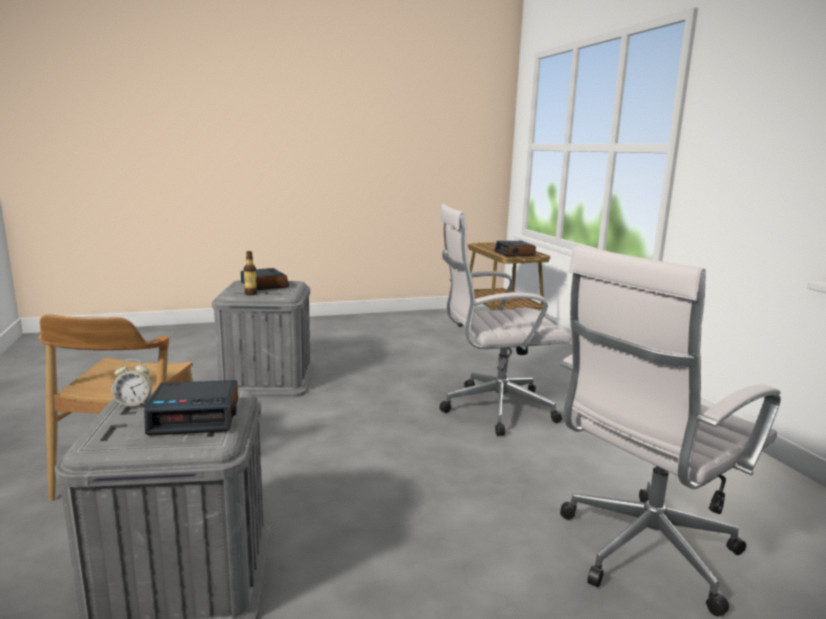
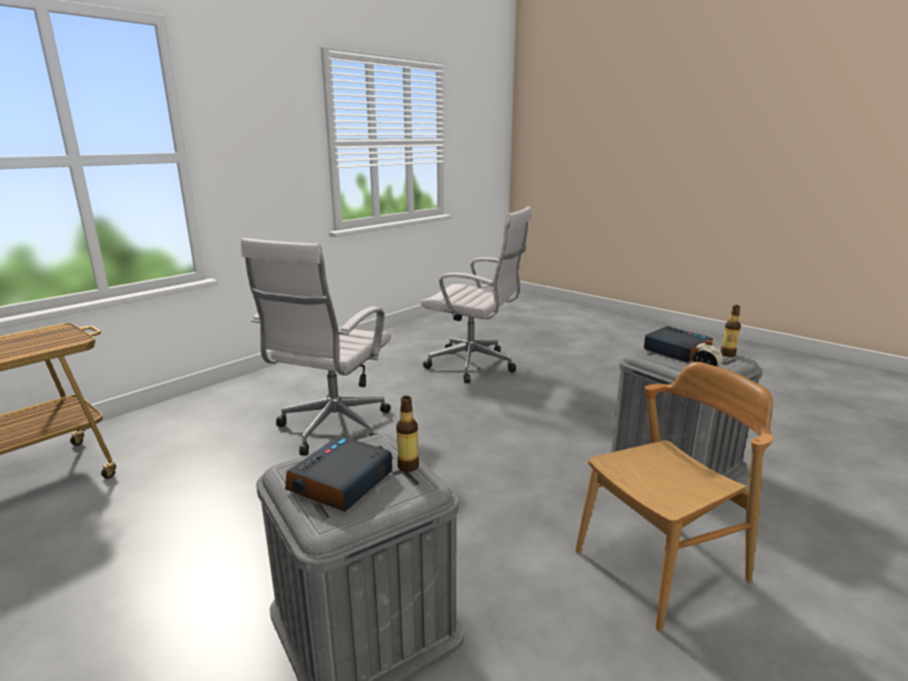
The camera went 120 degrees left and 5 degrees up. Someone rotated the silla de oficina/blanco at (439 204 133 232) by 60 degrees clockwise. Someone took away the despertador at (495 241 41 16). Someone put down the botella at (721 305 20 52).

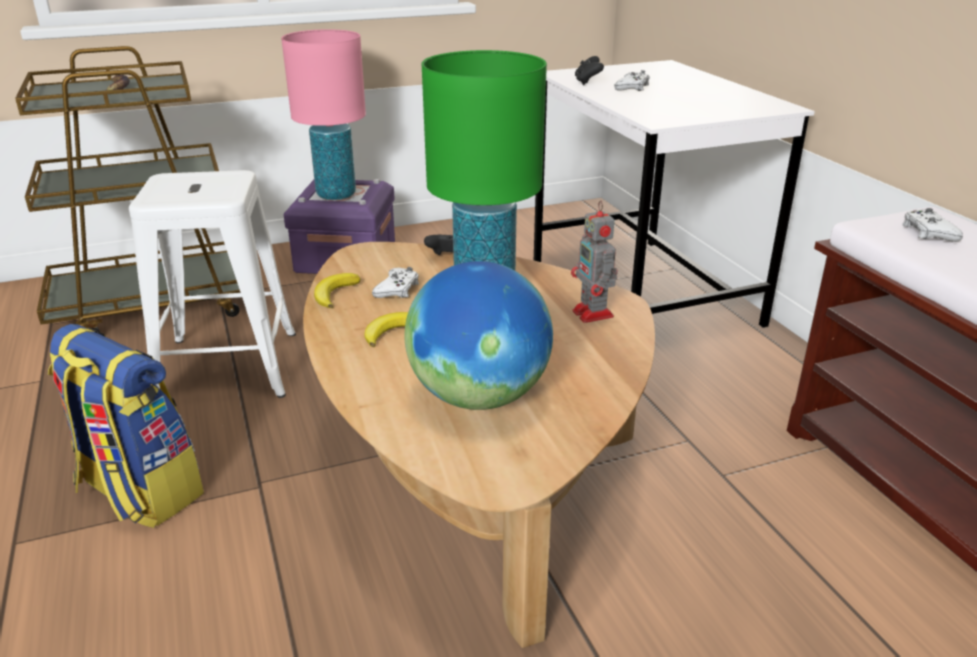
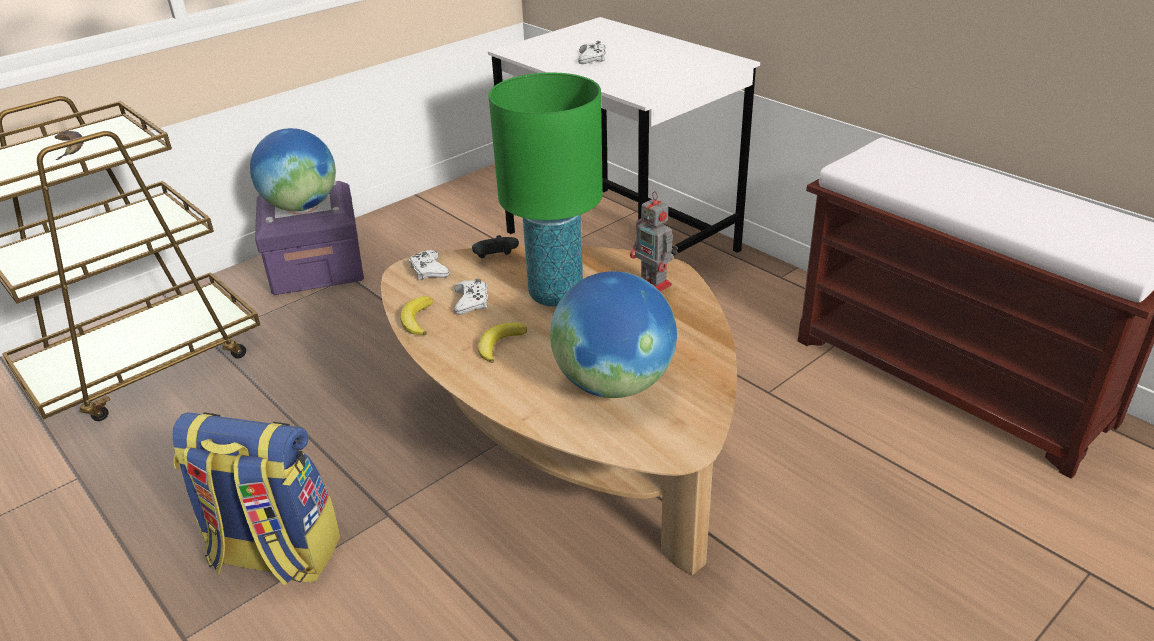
The camera went 20 degrees left and 5 degrees up. Someone swapped the lámpara de mesa/rosa at (281 29 85 171) for the globo terráqueo at (250 128 86 83). Someone took away the mando de consola/negro at (575 56 29 29). Someone took away the taburete/blanco at (129 170 167 228). Someone carried the mando de consola/blanco from (902 208 61 34) to (409 250 41 29).

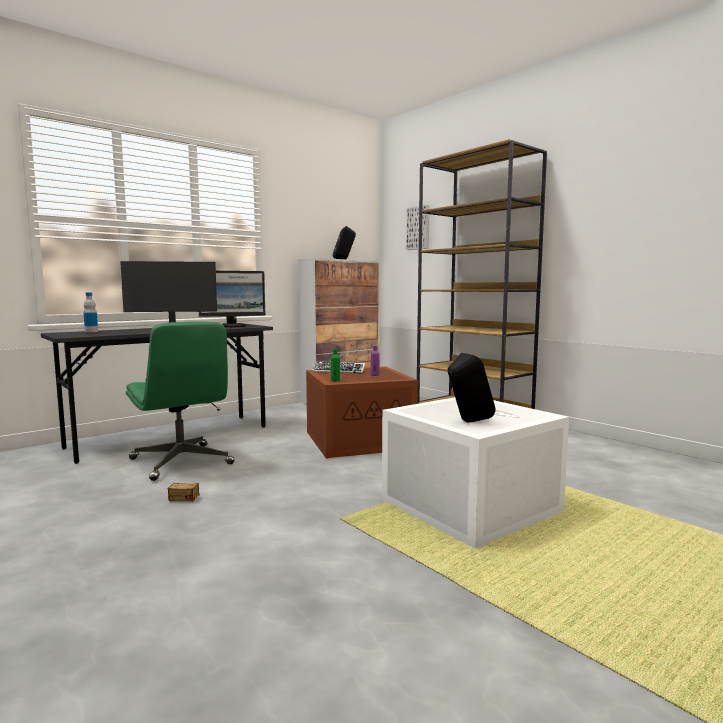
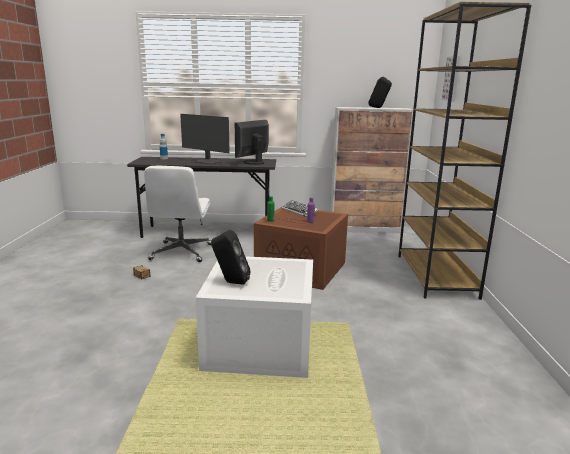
The camera went 40 degrees right and 10 degrees up. Someone rotated the monitor at (199 271 66 56) by 105 degrees clockwise. Someone repainted the silla de oficina/verde at (126 321 108 160), which became the silla de oficina/blanco at (144 166 68 96).

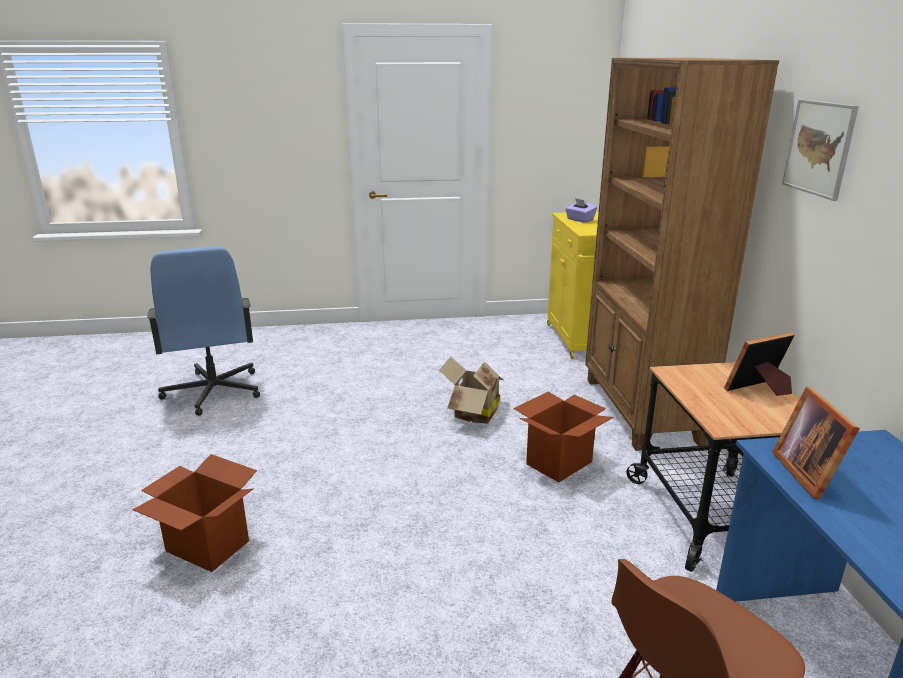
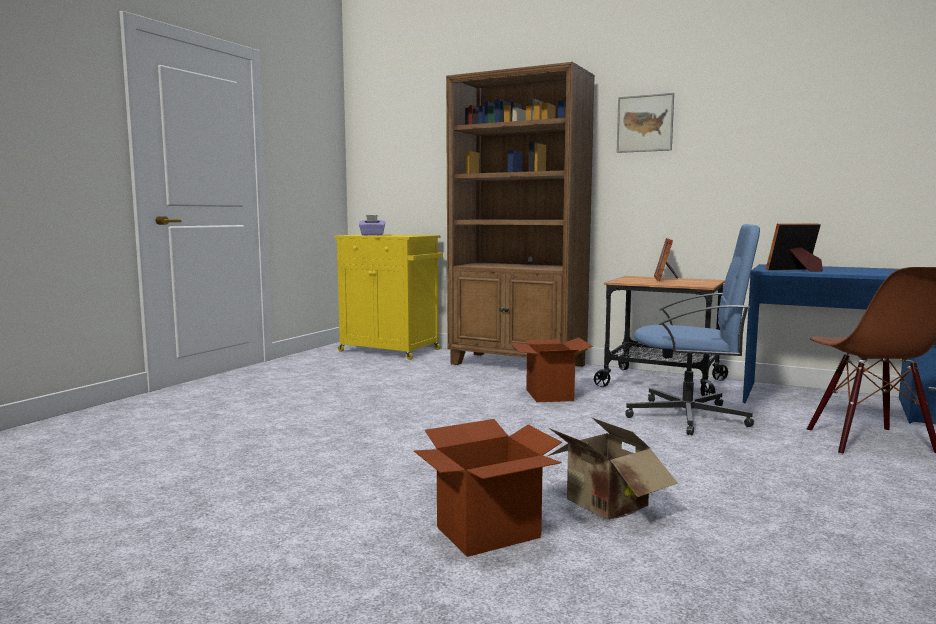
The camera went 55 degrees left and 15 degrees down. Someone carried the silla de oficina/azul from (147 247 113 169) to (626 224 134 211). Someone carried the caja de cartón from (439 357 64 67) to (548 417 130 103). Someone rotated the portarretratos at (772 386 88 113) by 135 degrees clockwise.

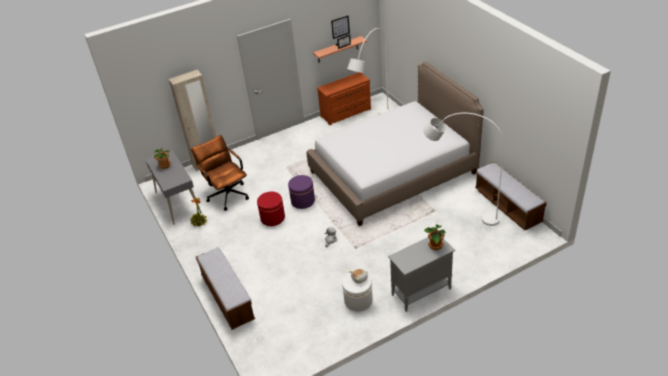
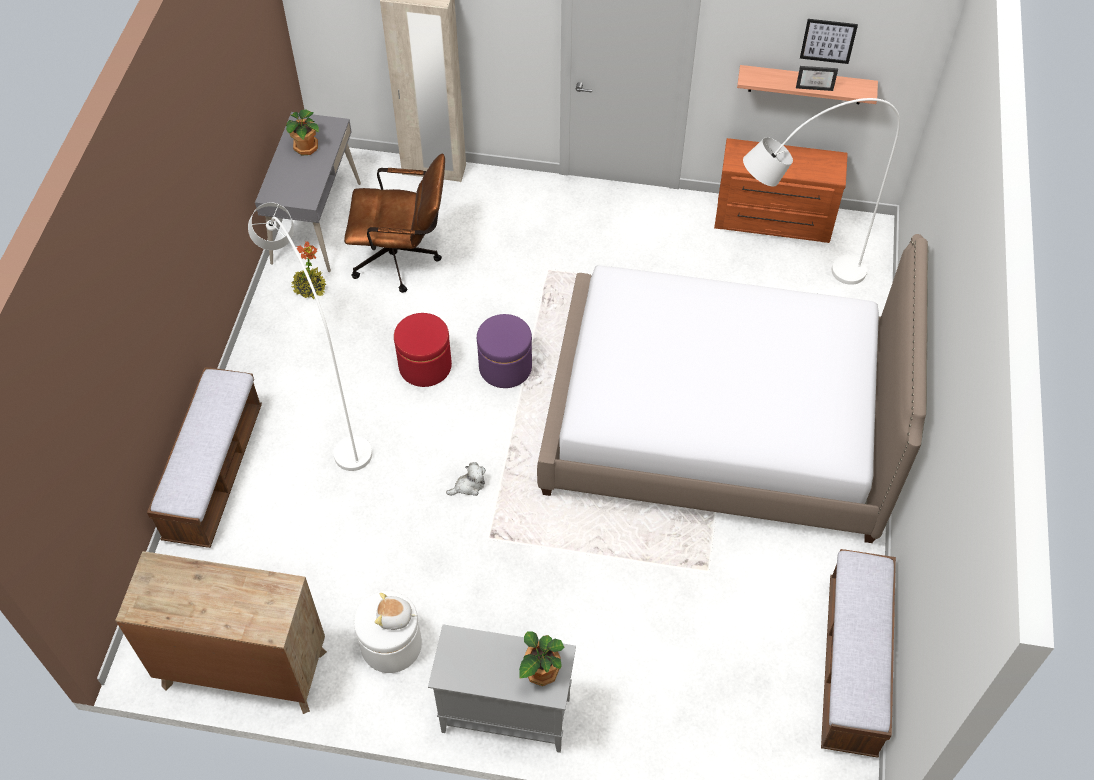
The camera went 35 degrees right and 15 degrees up. Someone carried the lámpara de pie/blanco from (423 113 81 113) to (248 202 124 269). Someone rotated the silla de oficina/marrón at (191 135 58 76) by 90 degrees clockwise. Someone put down the cómoda/marrón at (115 551 212 163).

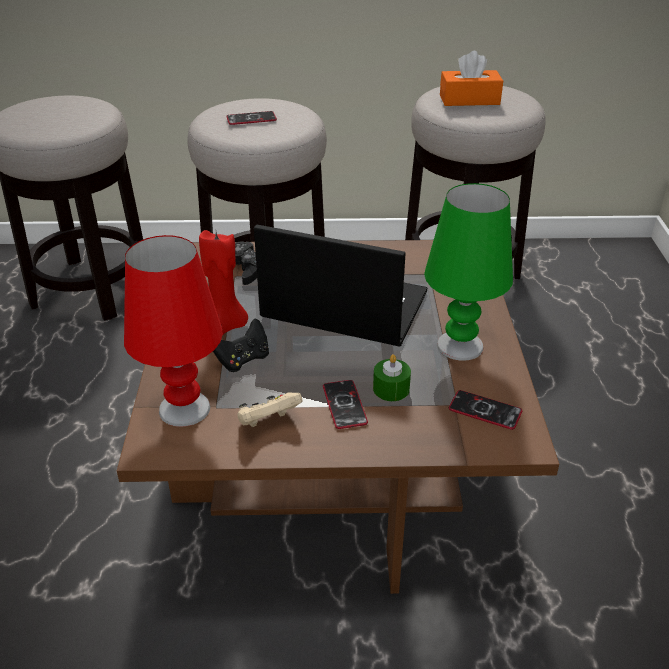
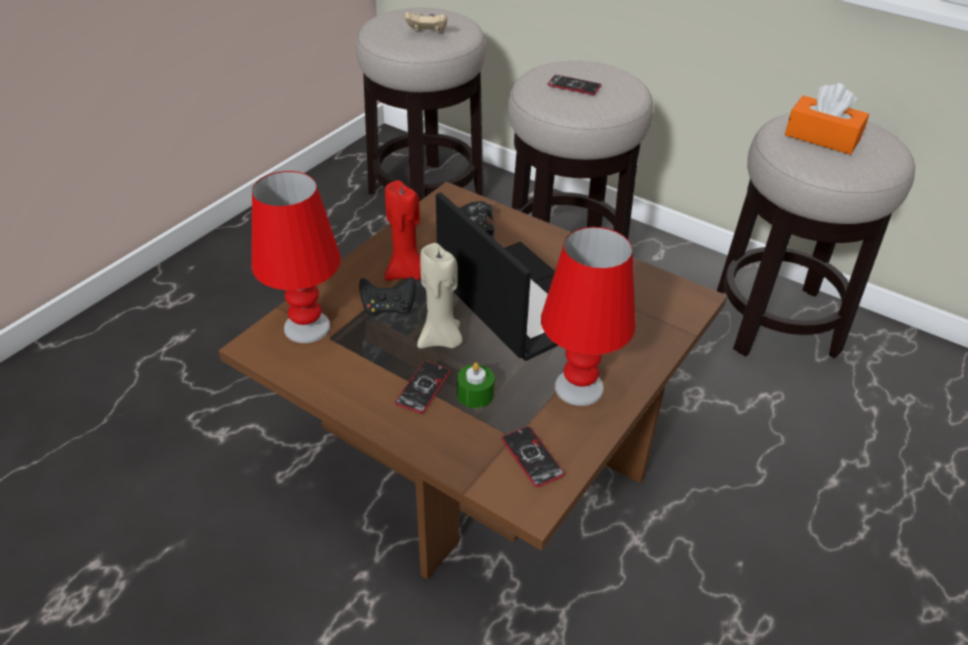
The camera went 35 degrees right and 5 degrees up. Someone repainted the lámpara de mesa/verde at (424 183 89 178), which became the lámpara de mesa/rojo at (541 227 95 179). Someone carried the mando de consola/beis from (238 393 65 34) to (404 12 43 21). Someone put down the vela/beis at (417 243 46 106).

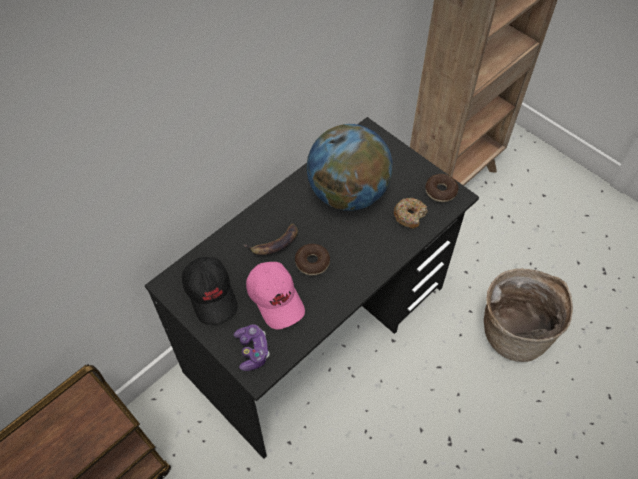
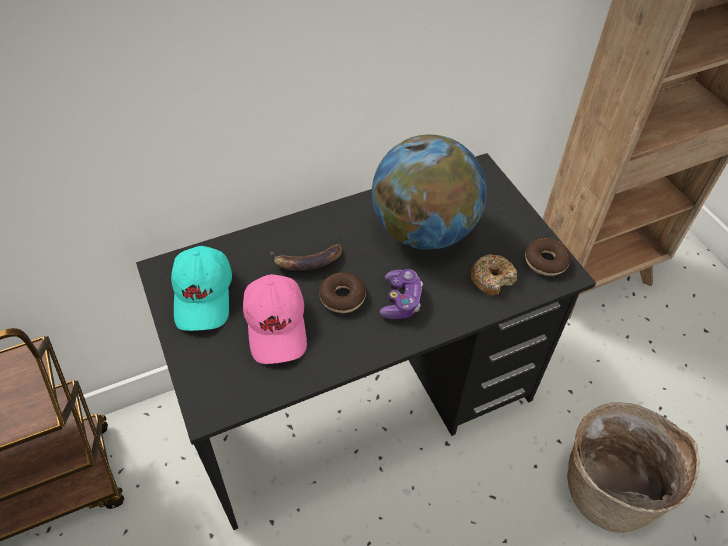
The camera went 20 degrees right and 5 degrees down. Someone repainted the gorra/negro at (182 257 56 68), which became the gorra/turquesa at (171 246 61 85). Someone carried the mando de consola from (234 324 36 47) to (380 269 43 50).

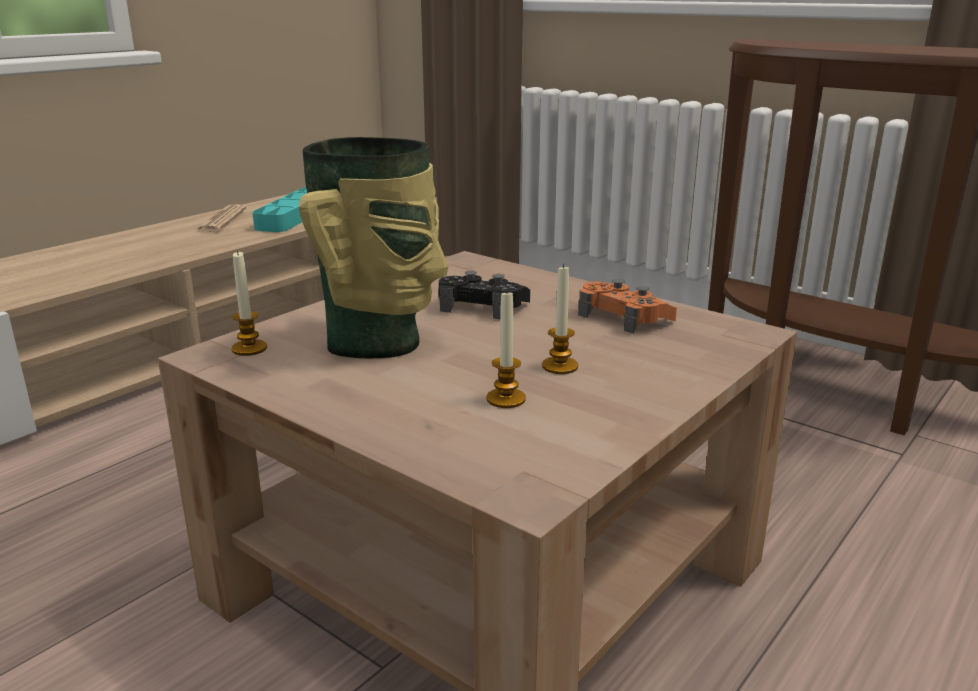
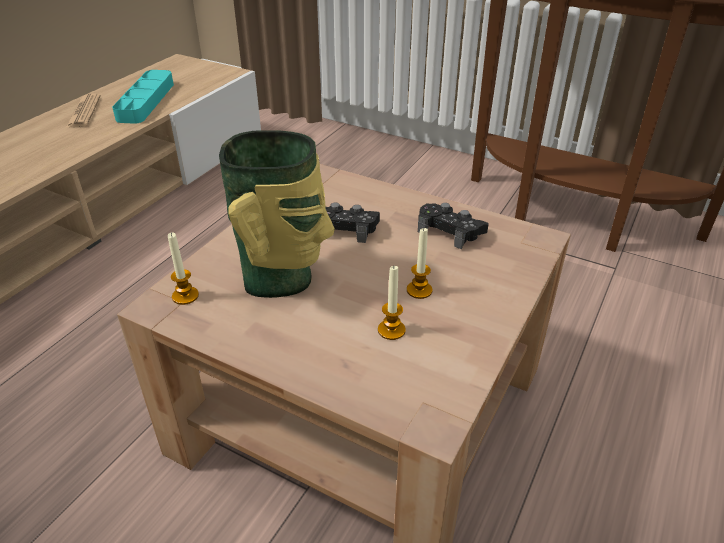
The camera went 10 degrees left and 15 degrees up. Someone repainted the mando de consola/naranja at (578 279 99 55), which became the mando de consola/negro at (418 203 71 46).

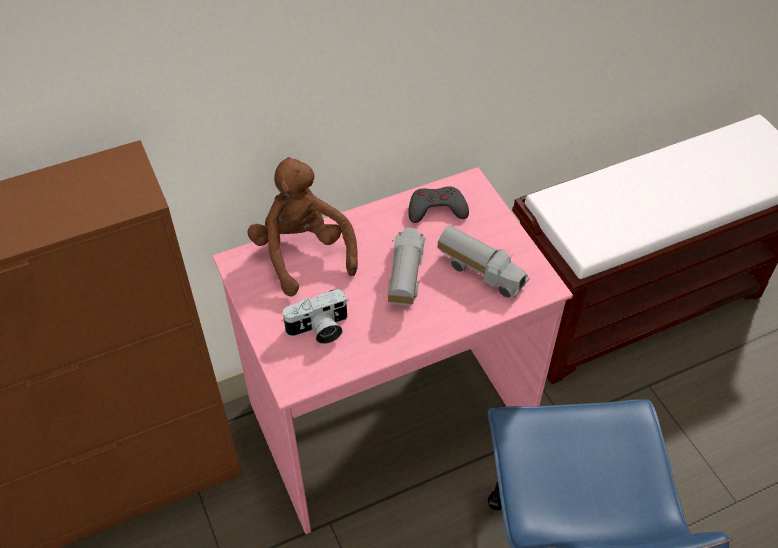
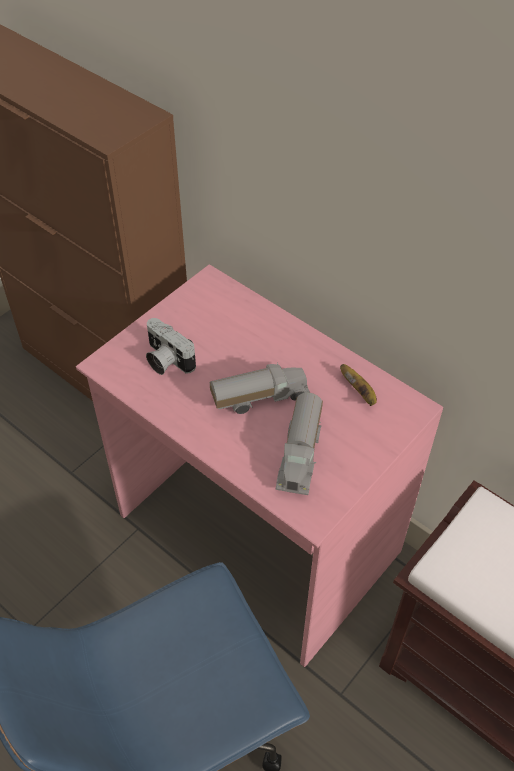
The camera went 65 degrees right and 0 degrees up. Someone took away the peluche/marrón at (248 157 110 139). Someone swapped the mando de consola/gris at (408 186 61 37) for the plátano at (340 364 37 42).

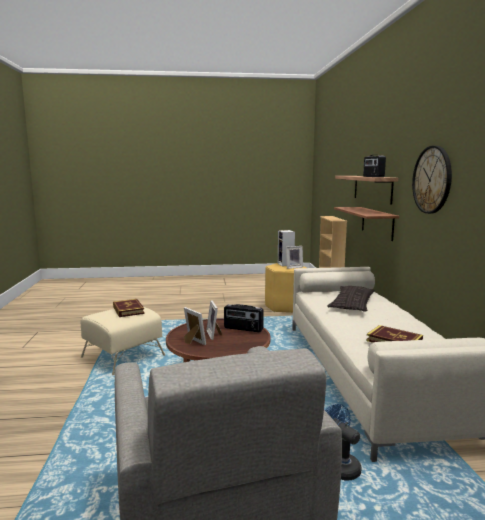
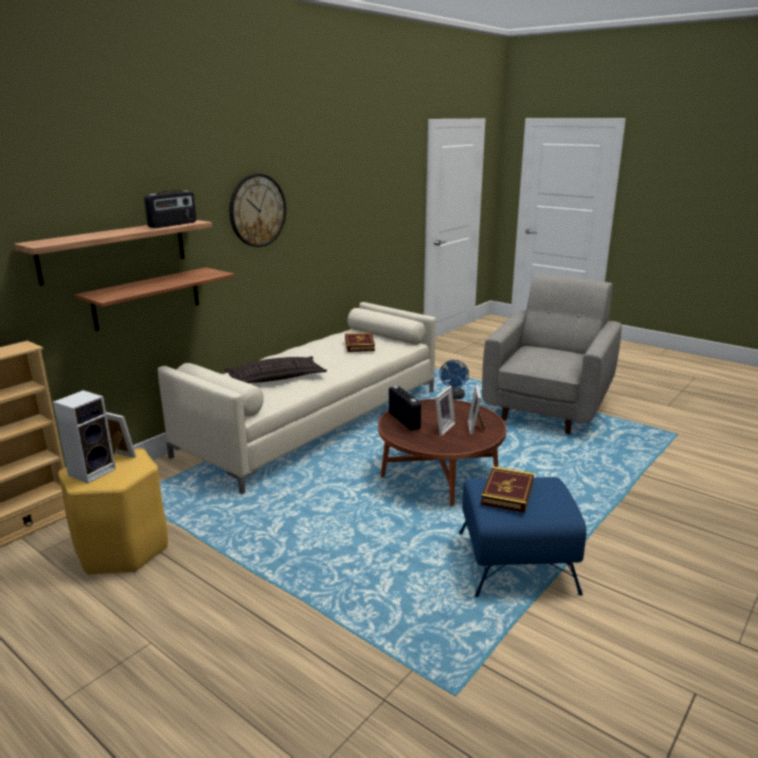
The camera went 135 degrees left and 10 degrees up. Someone repainted the puf/beis at (81 307 84 68), which became the puf/azul at (459 477 128 120).

